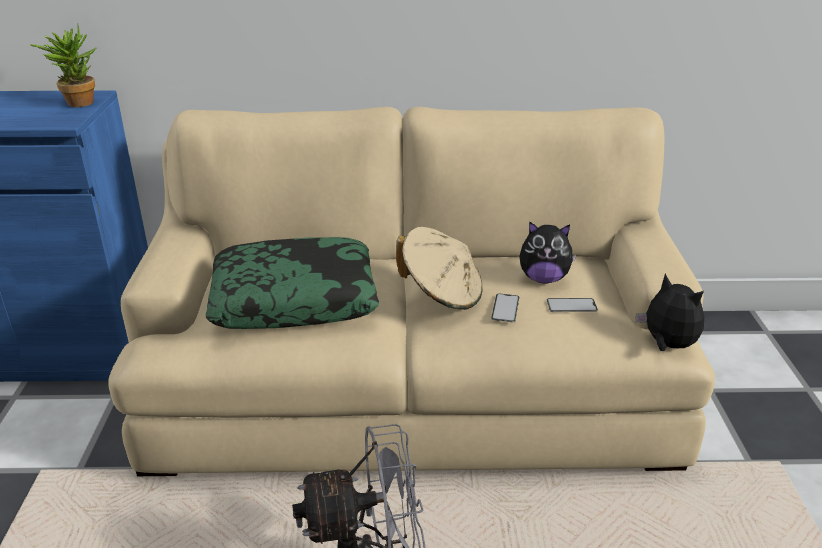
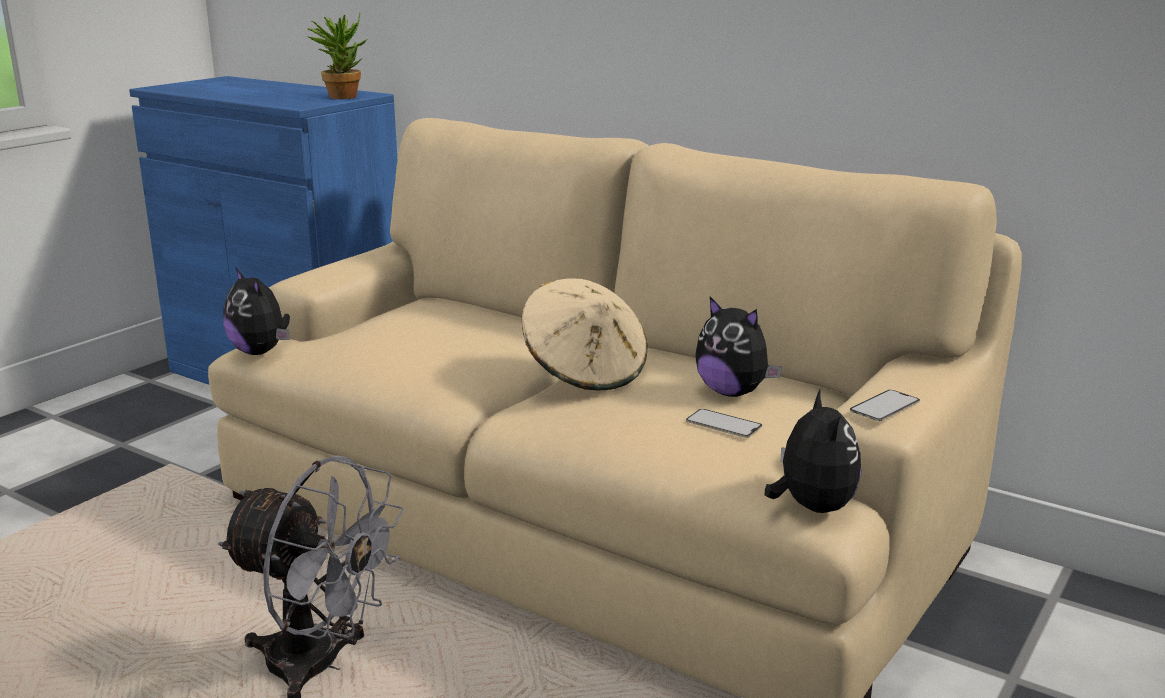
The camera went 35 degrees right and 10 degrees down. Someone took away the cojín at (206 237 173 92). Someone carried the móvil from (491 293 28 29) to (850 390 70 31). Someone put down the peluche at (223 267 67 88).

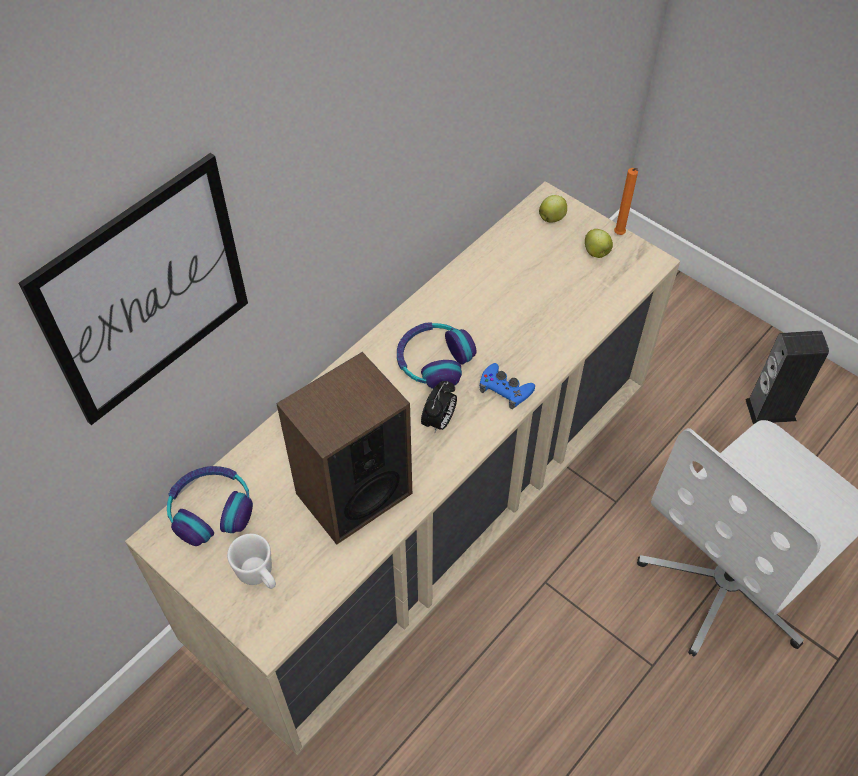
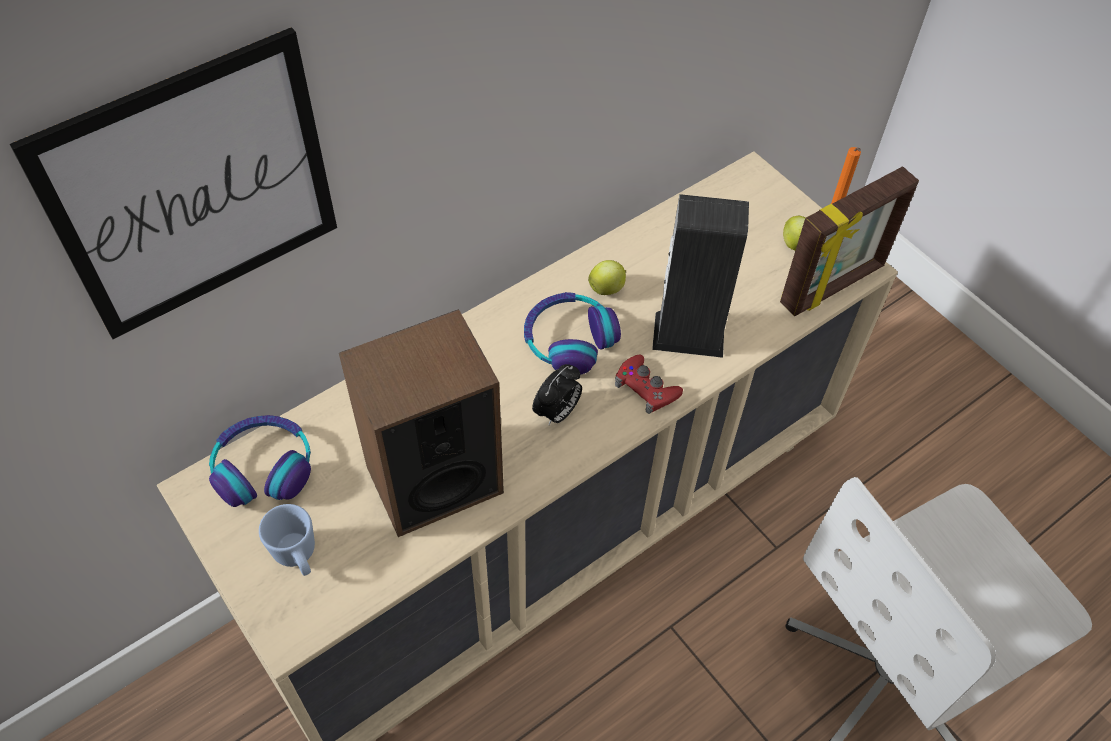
The camera went 10 degrees right and 0 degrees up. Someone carried the manzana from (539 195 28 28) to (588 260 38 35). Someone carried the altavoz from (745 331 84 93) to (652 194 97 164). Someone repainted the mando de consola/azul at (480 363 55 46), which became the mando de consola/rojo at (615 355 68 59). Someone repainted the taza grande/blanco at (227 534 49 55), which became the taza grande/azul at (259 504 56 72). Someone put down the portarretratos at (780 167 139 149).

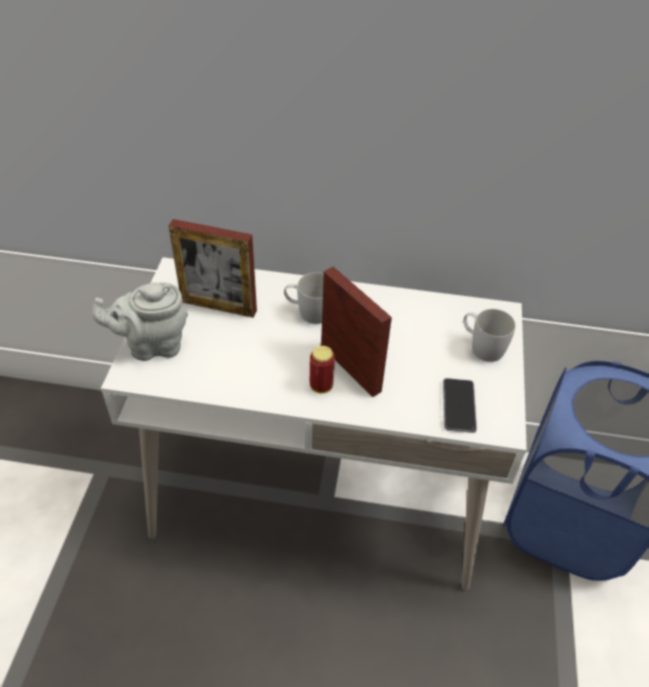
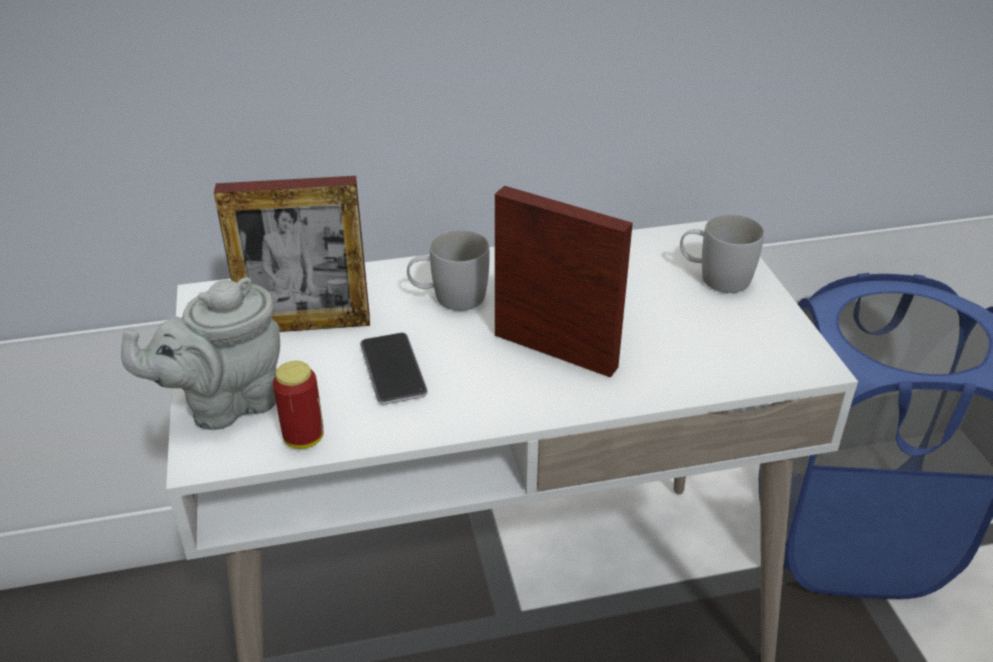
The camera went 20 degrees left and 10 degrees down. Someone carried the lata from (310 346 25 48) to (273 361 51 88). Someone carried the móvil from (443 378 34 55) to (360 333 68 72).

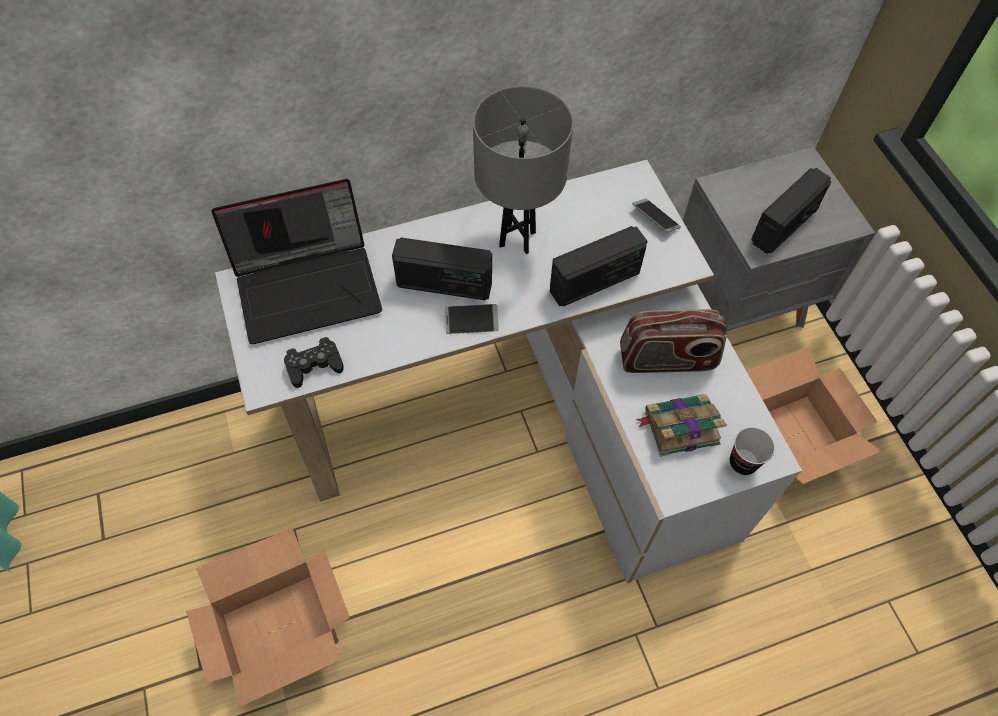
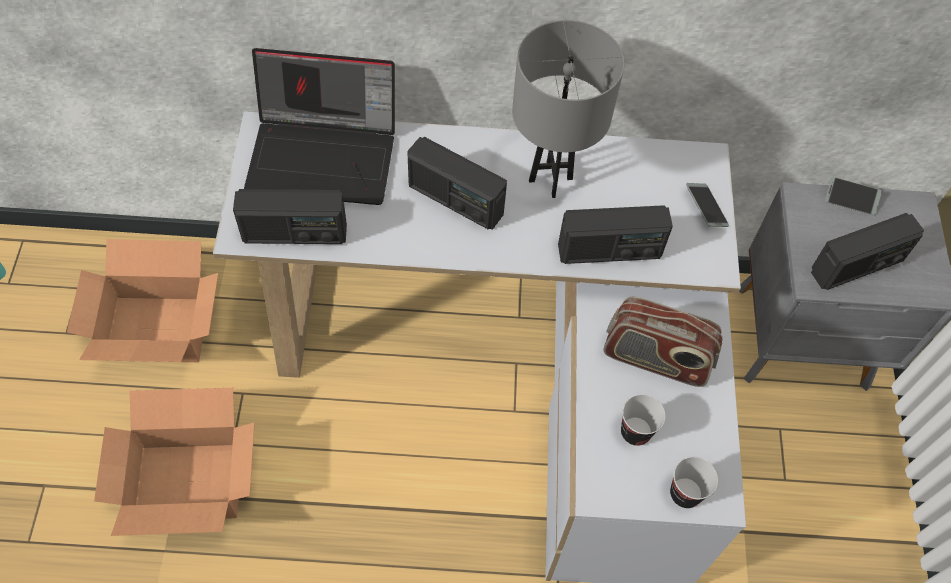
The camera went 20 degrees right and 0 degrees up. Someone carried the móvil from (445 304 54 30) to (825 177 57 38). Someone swapped the mando de consola/negro at (284 337 60 51) for the radio at (233 189 114 55). Someone carried the caja de cartón from (746 347 136 137) to (67 239 151 123). Someone swapped the libro at (636 394 91 63) for the taza at (621 394 45 52).

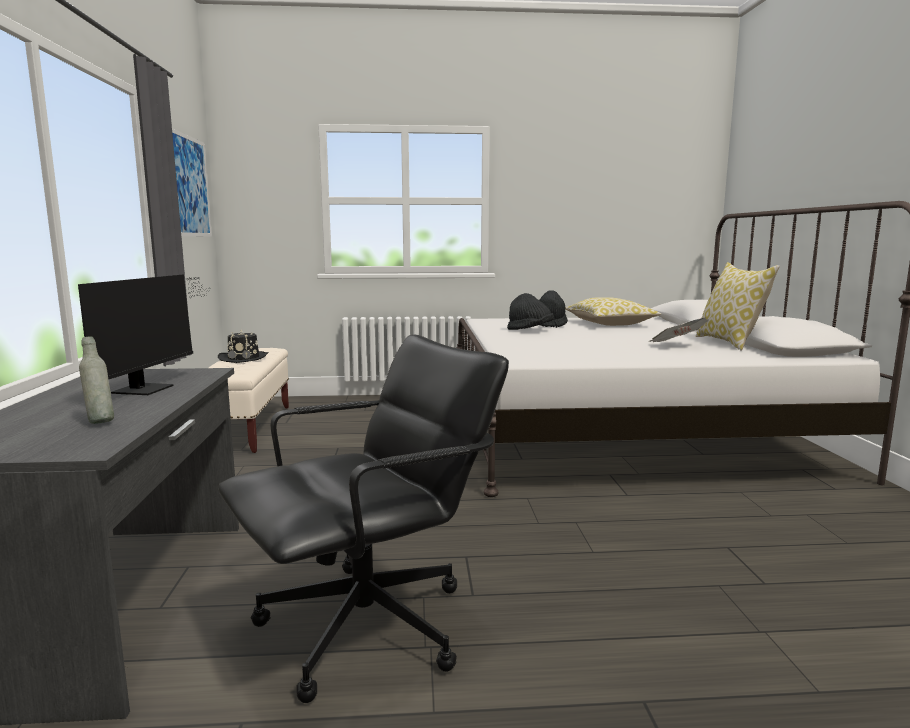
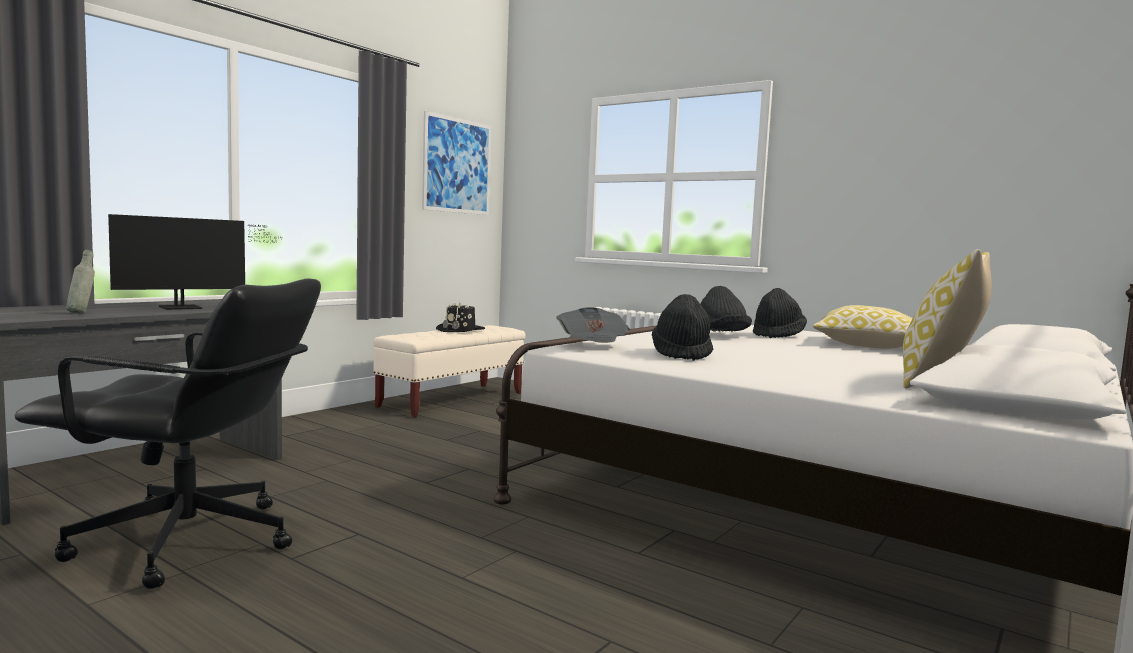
The camera went 40 degrees right and 5 degrees down. Someone carried the periódico from (649 317 60 25) to (556 307 74 36). Someone put down the sombrero/negro at (652 294 61 67).

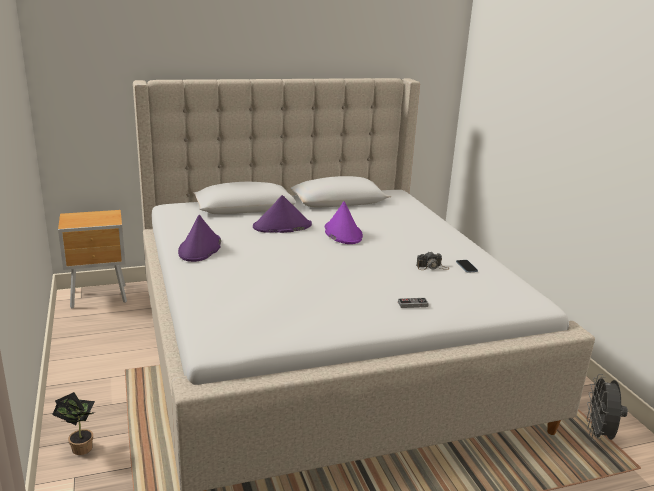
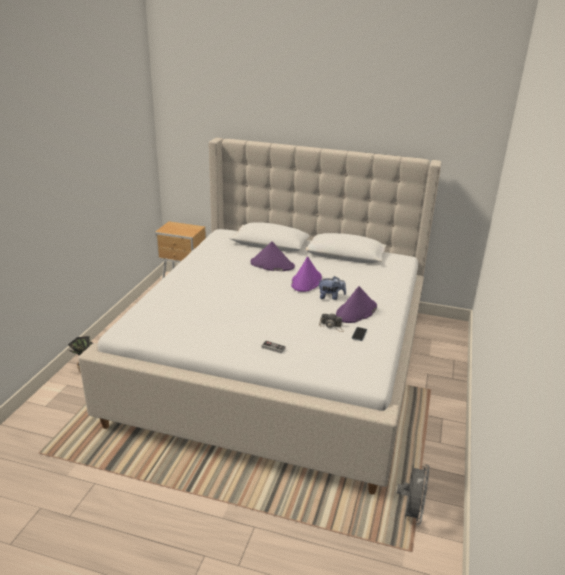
The camera went 35 degrees right and 5 degrees up. Someone carried the sombrero/morado from (178 215 43 47) to (336 286 41 37). Someone rotated the ventilador/gris at (587 374 41 67) by 150 degrees clockwise. Someone put down the peluche at (318 276 28 24).

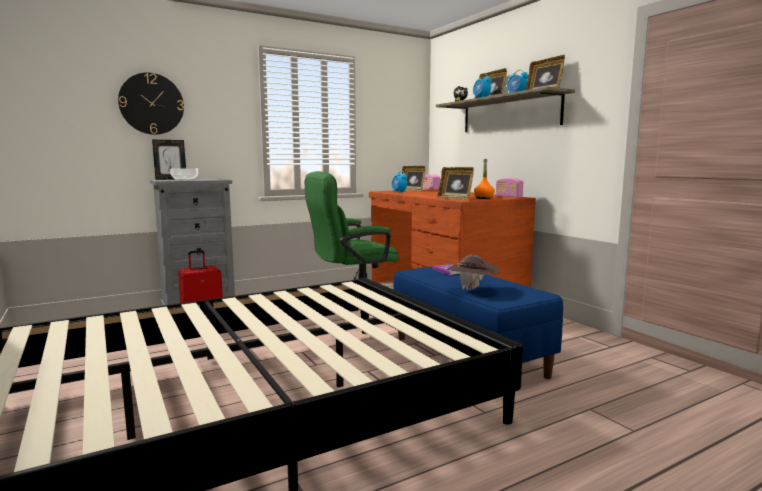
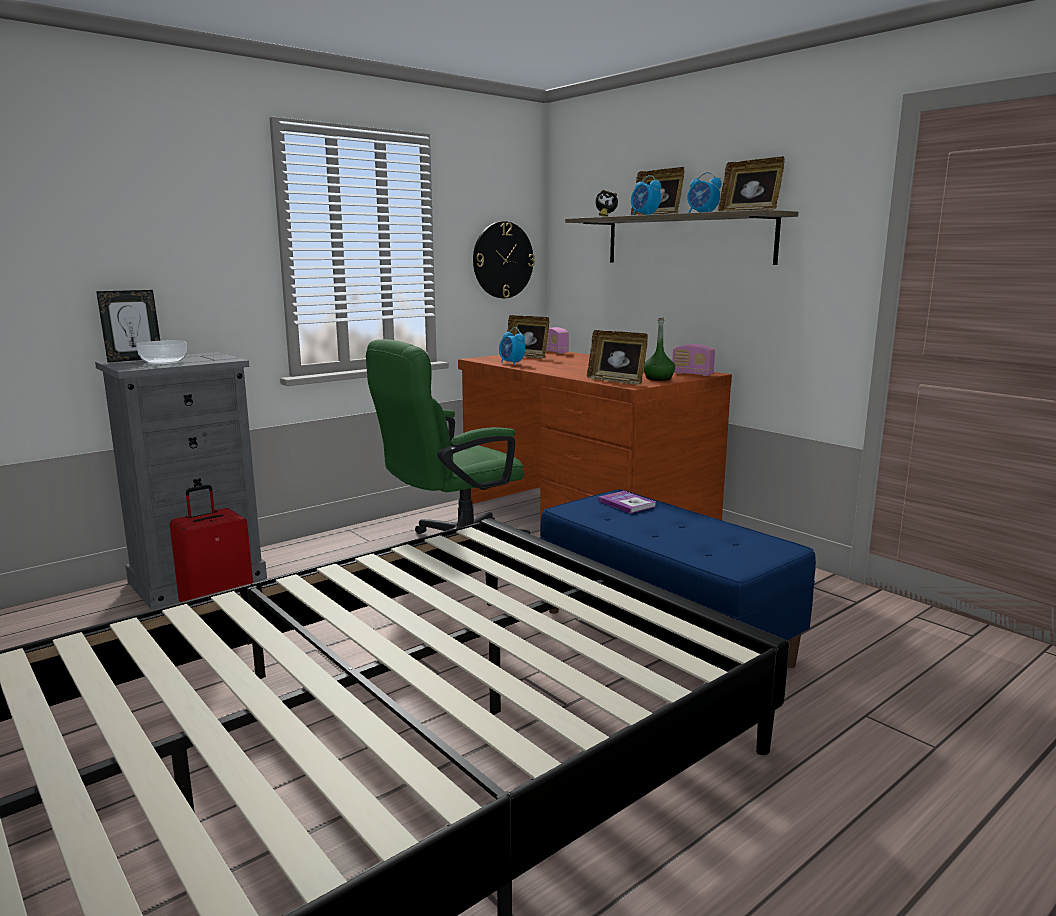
The camera went 10 degrees left and 5 degrees up. Someone carried the reloj de pared from (118 72 66 63) to (473 221 62 77). Someone repainted the botella/naranja at (474 159 21 40), which became the botella/verde at (644 317 31 64). Someone took away the sombrero/marrón at (446 255 54 35).

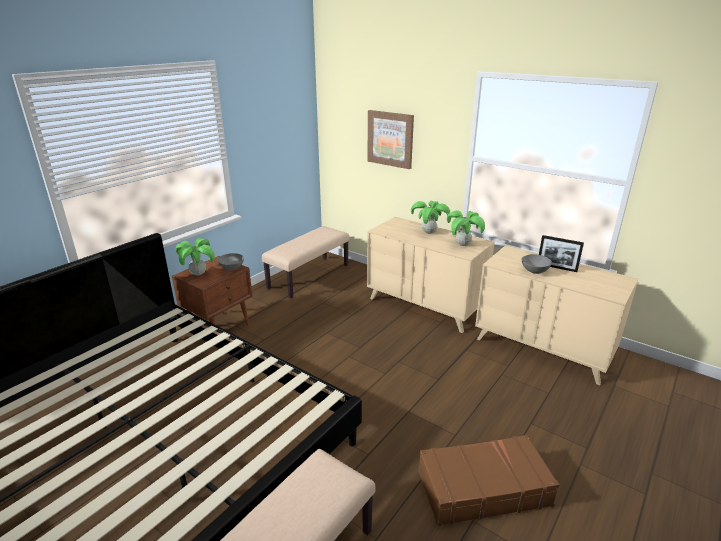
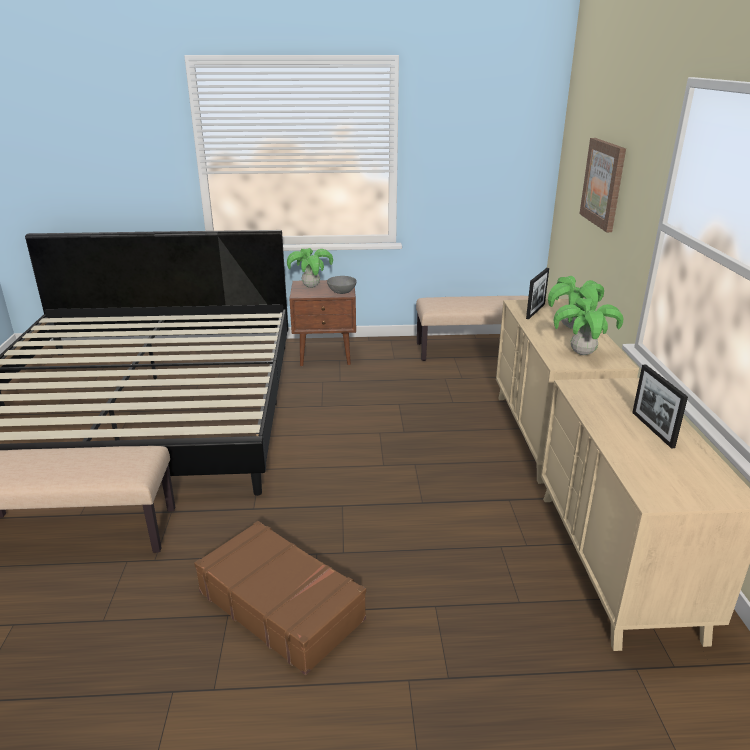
The camera went 50 degrees right and 0 degrees up. Someone took away the cuenco/gris at (522 254 30 20). Someone put down the portarretratos at (526 268 23 51).

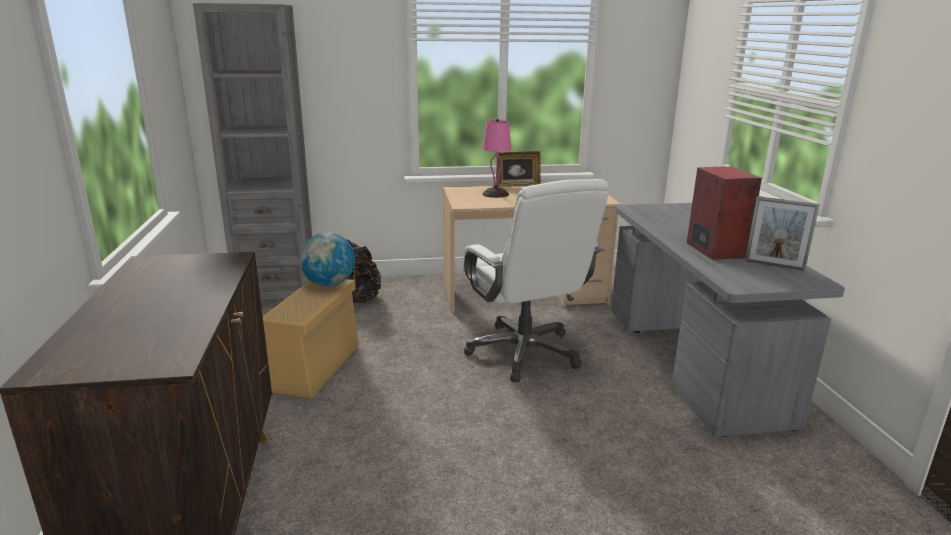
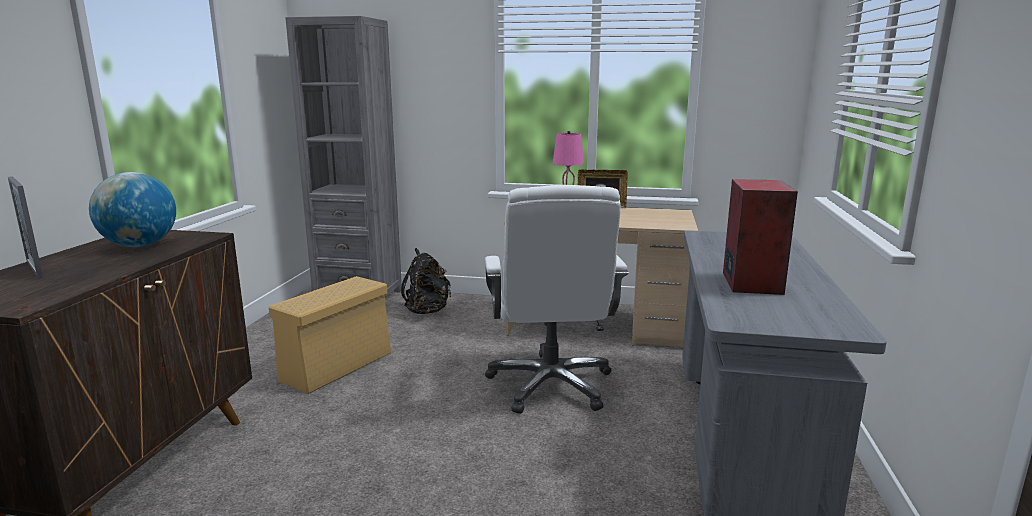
The camera went 20 degrees right and 5 degrees down. Someone carried the portarretratos from (745 196 75 75) to (8 176 35 102). Someone carried the globo terráqueo from (300 233 55 54) to (89 172 87 75).

